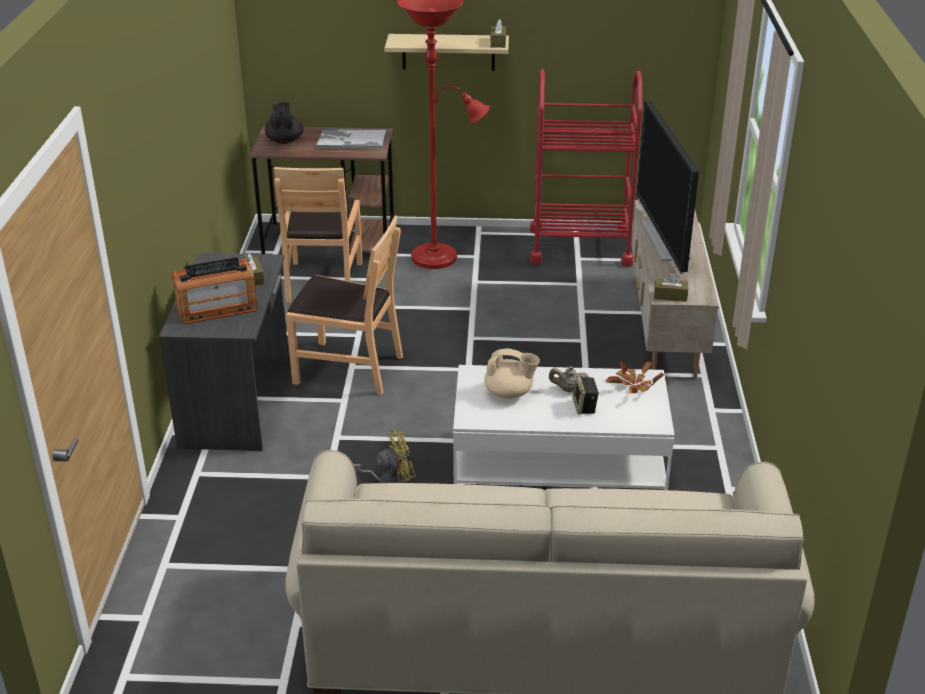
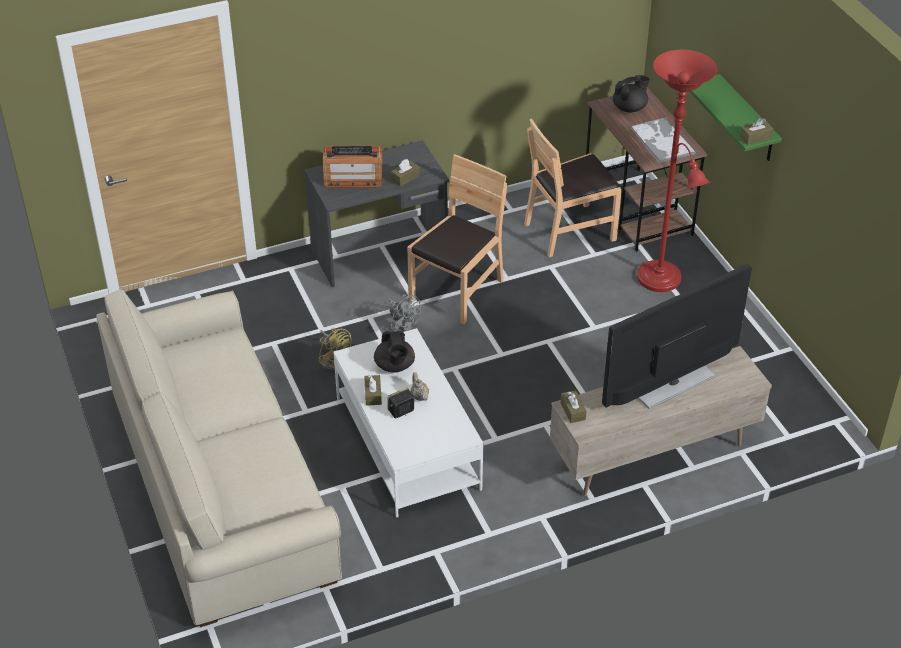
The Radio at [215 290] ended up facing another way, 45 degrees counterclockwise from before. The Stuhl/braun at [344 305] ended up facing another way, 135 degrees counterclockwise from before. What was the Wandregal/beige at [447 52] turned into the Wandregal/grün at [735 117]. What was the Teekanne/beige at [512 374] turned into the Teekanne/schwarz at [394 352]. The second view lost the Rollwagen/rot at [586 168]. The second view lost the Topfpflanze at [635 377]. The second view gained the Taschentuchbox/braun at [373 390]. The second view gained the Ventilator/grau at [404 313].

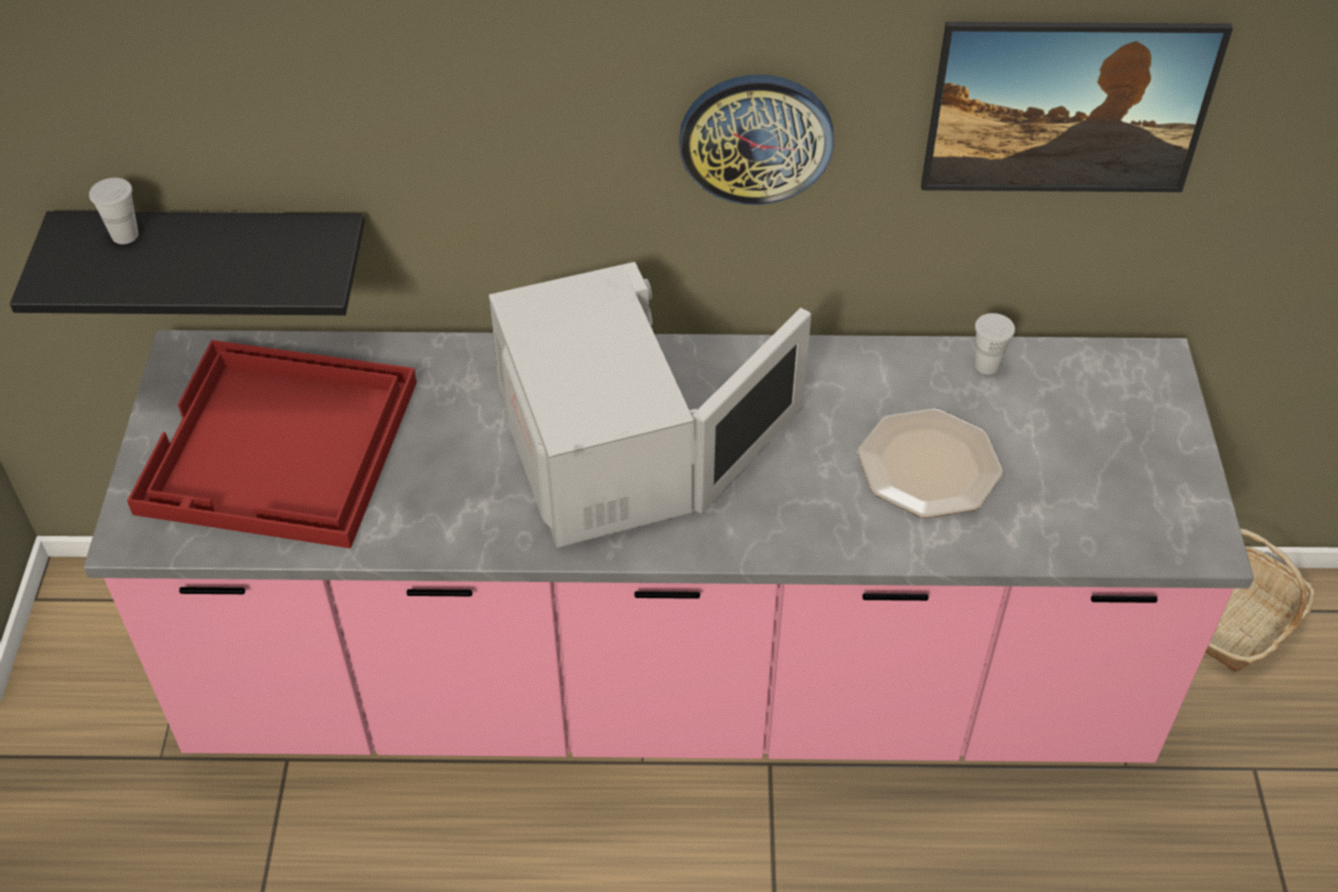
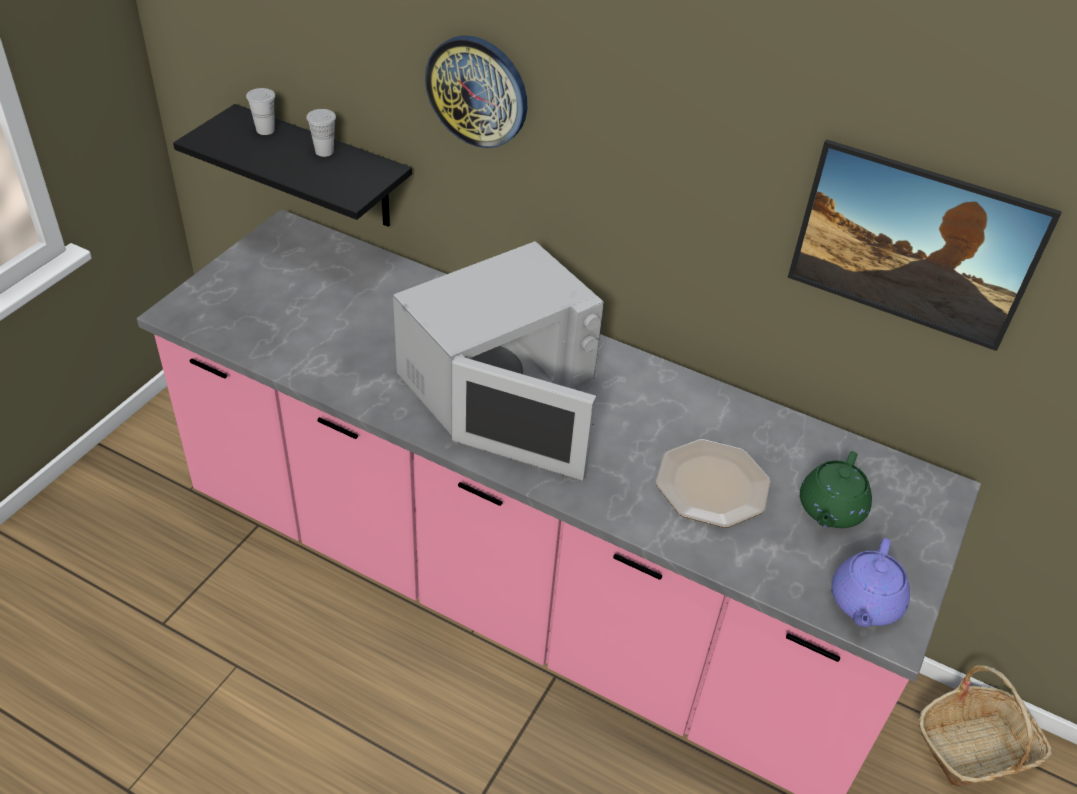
The second view lost the Tablett/rot at [272 444]. The Mikrowelle/weiß at [650 405] ended up facing another way, 45 degrees clockwise from before. The Wanduhr ended up elsewhere, having gone from [756 140] to [476 91]. The Tasse/weiß ended up elsewhere, having gone from [995 343] to [321 133]. The second view gained the Teekanne/grün at [836 489]. The second view gained the Teekanne/lila at [871 582].

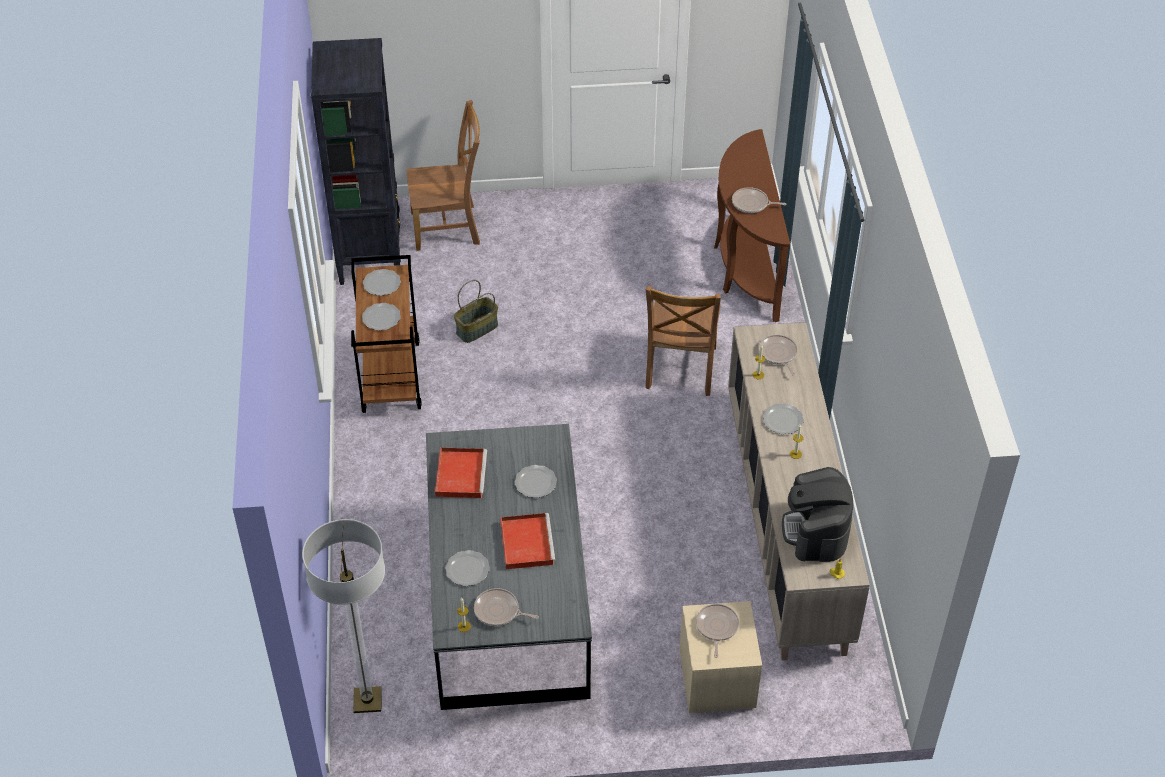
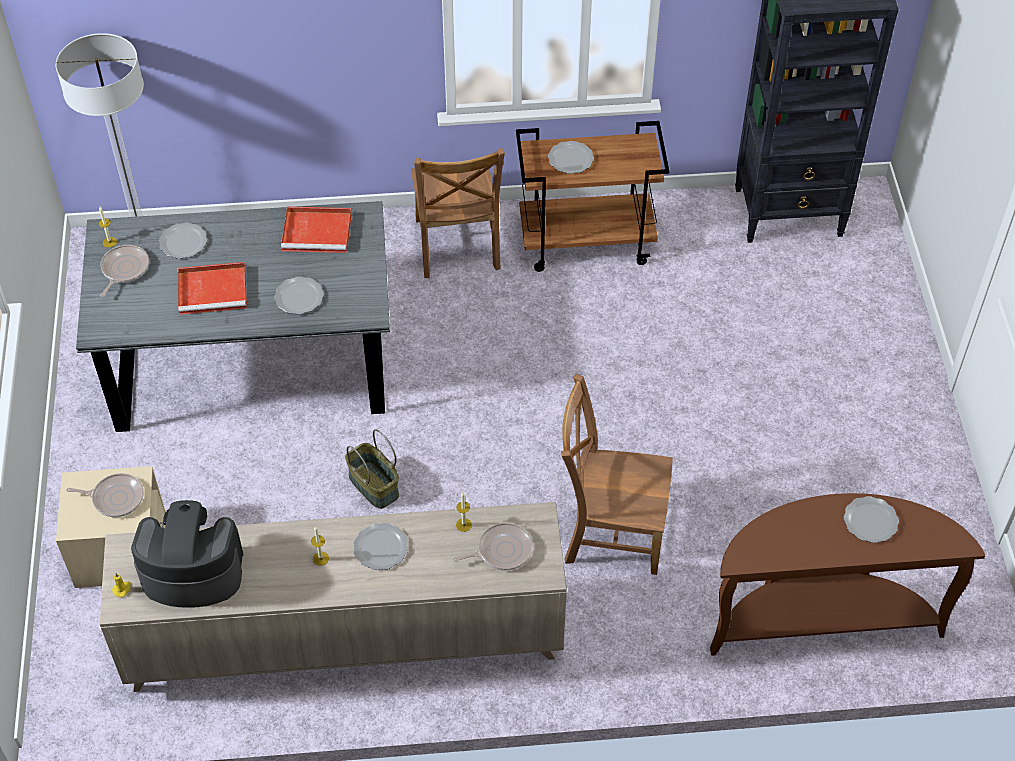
The Teller ended up elsewhere, having gone from [382 282] to [871 519]. The Stuhl/braun ended up elsewhere, having gone from [443 175] to [458 213]. The Korb ended up elsewhere, having gone from [476 311] to [372 469]. The second view lost the Pfanne at [759 200].

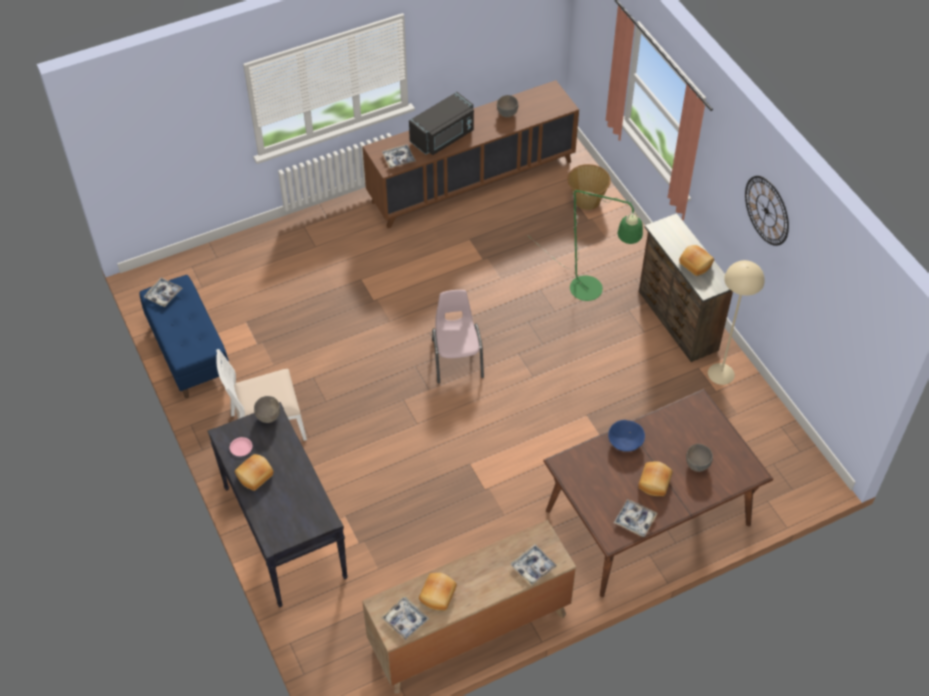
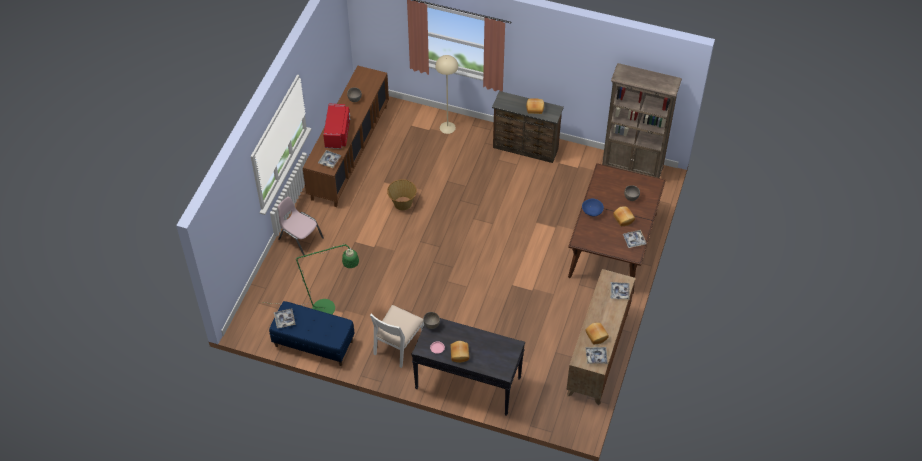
What was the Mikrowelle/schwarz at [441 123] turned into the Mikrowelle/rot at [336 126]. The Stuhl/rosa ended up elsewhere, having gone from [458 336] to [301 226]. The Stehlampe/grün ended up elsewhere, having gone from [587 245] to [310 279]. The Korb ended up elsewhere, having gone from [589 187] to [402 195]. The Stehlampe/beige ended up elsewhere, having gone from [736 322] to [446 94]. The second view lost the Wanduhr at [767 211]. The second view gained the Bücherregal/braun at [642 120].

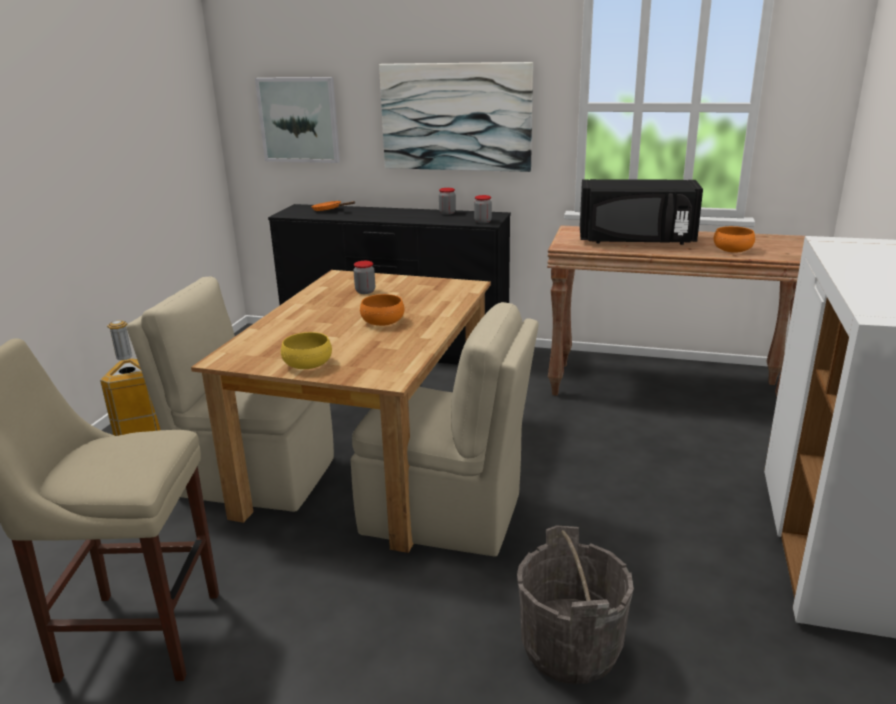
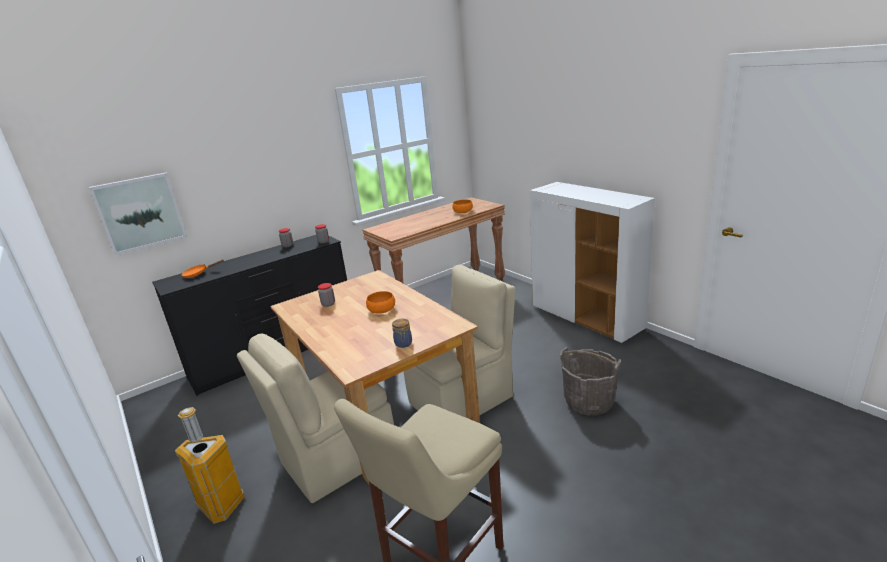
Where the Schüssel/gelb stood at [306 350], the Vorratsglas came to stand at [402 333]. The second view lost the Bild at [456 117]. The second view lost the Mikrowelle/schwarz at [641 212].

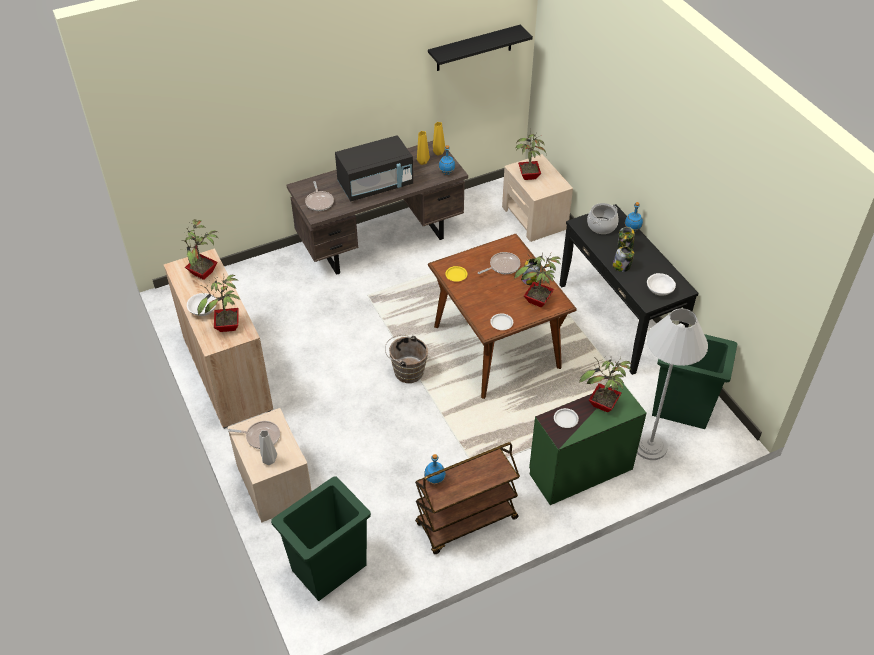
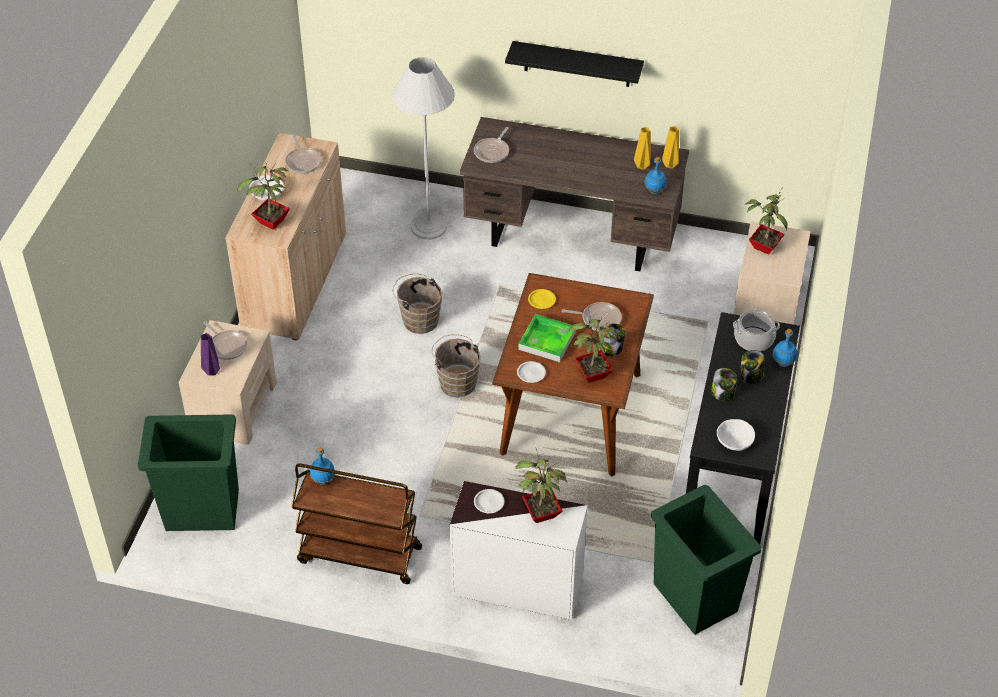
Where the Topfpflanze stood at [202 249], the Pfanne came to stand at [303 154]. What was the Vase/grau at [268 447] turned into the Vase/lila at [210 354]. The second view lost the Mikrowelle/schwarz at [374 168]. The Wandregal/schwarz ended up elsewhere, having gone from [480 47] to [574 64]. What was the Kommode/grün at [588 443] turned into the Kommode/weiß at [519 550]. The Stehlampe/weiß ended up elsewhere, having gone from [672 384] to [423 148]. The second view gained the Eimer/braun at [417 304]. The second view gained the Tablett at [547 338].

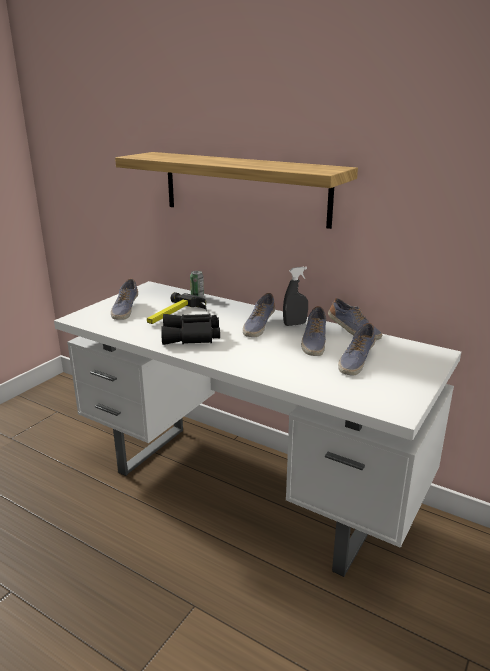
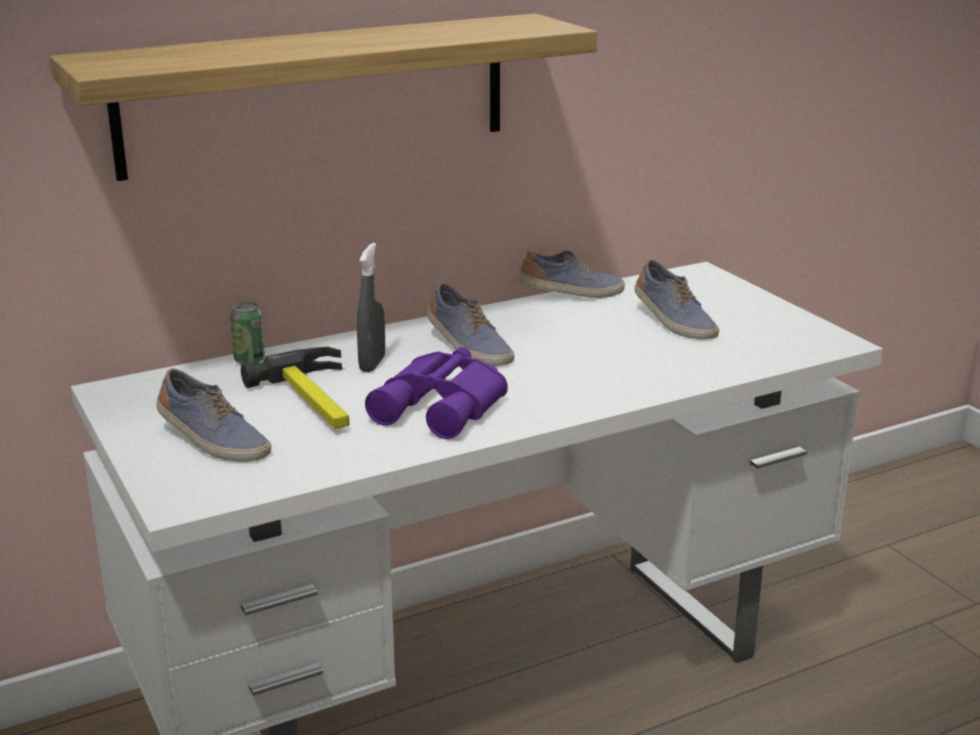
What was the Fernglas/schwarz at [190 329] turned into the Fernglas/lila at [436 393]. The Sprühflasche/grau ended up elsewhere, having gone from [295 296] to [371 307]. The second view lost the Schuh at [313 331].

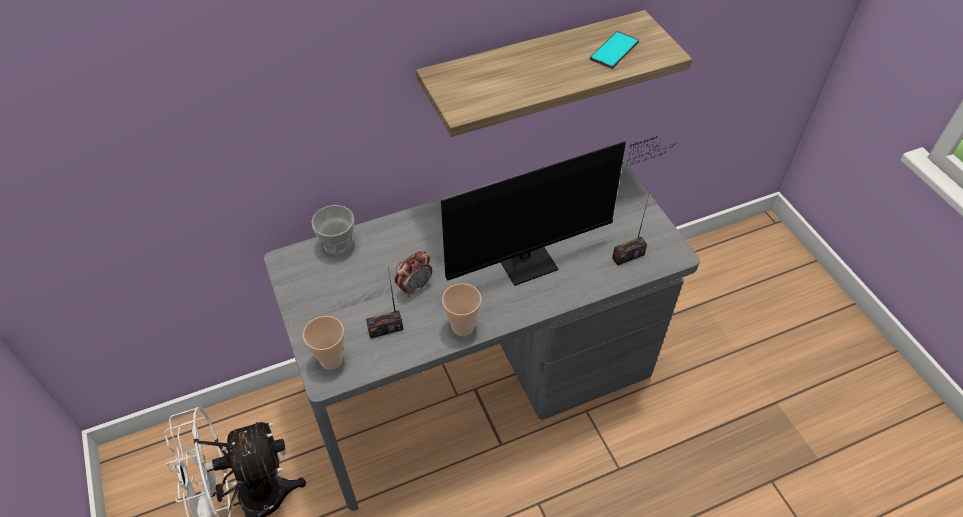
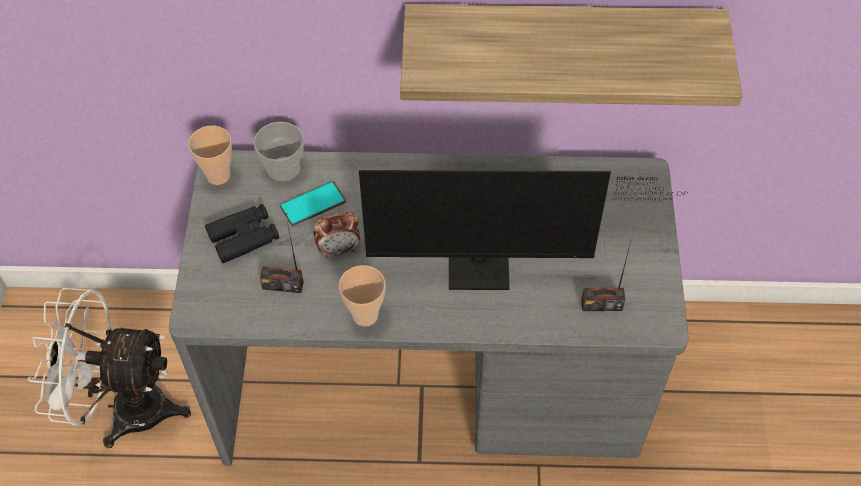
The Tasse ended up elsewhere, having gone from [324 343] to [210 155]. The Handy ended up elsewhere, having gone from [614 50] to [313 203]. The second view gained the Fernglas/schwarz at [242 233].

